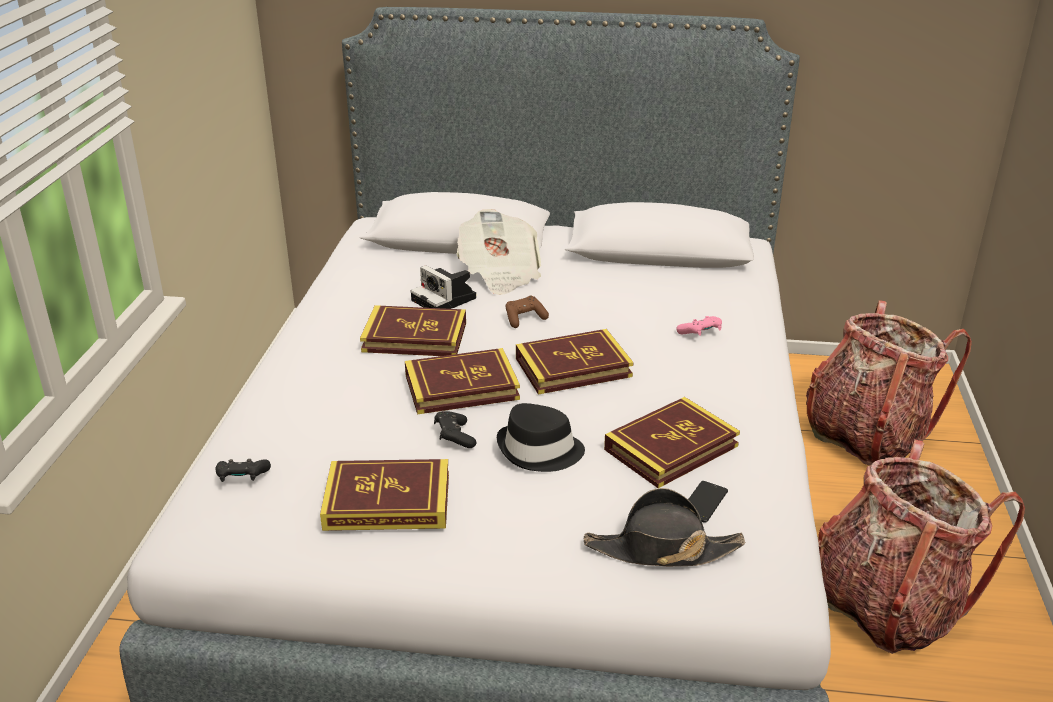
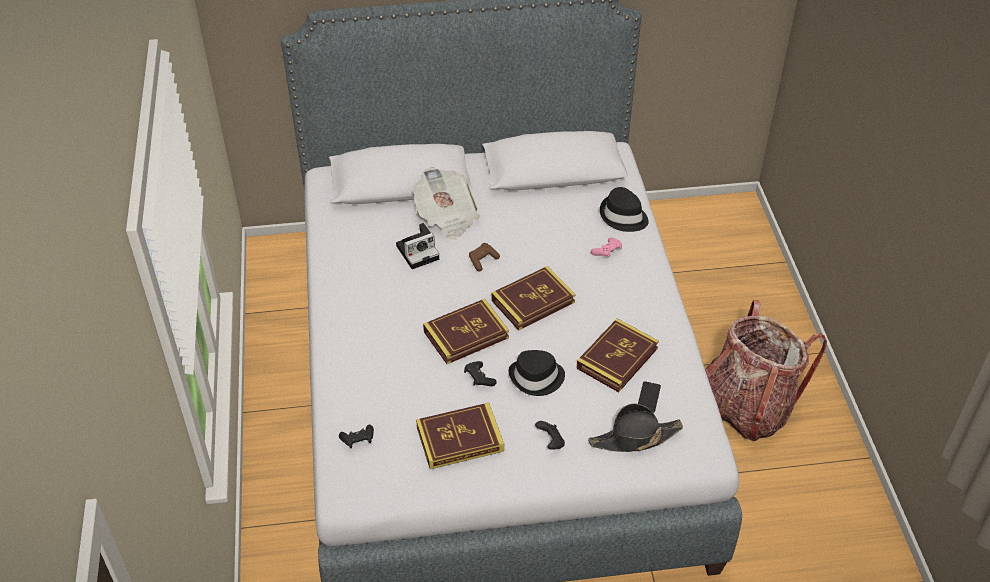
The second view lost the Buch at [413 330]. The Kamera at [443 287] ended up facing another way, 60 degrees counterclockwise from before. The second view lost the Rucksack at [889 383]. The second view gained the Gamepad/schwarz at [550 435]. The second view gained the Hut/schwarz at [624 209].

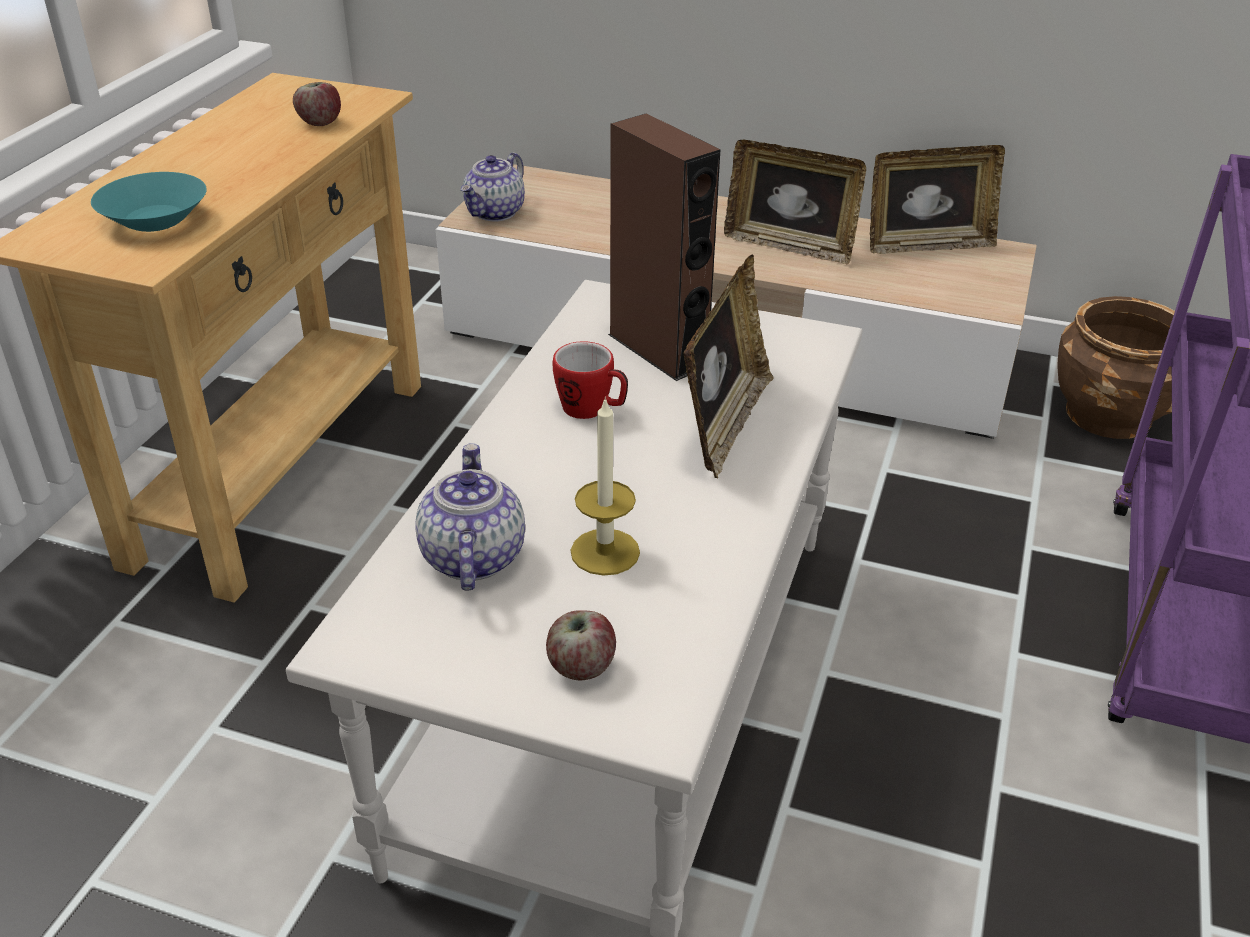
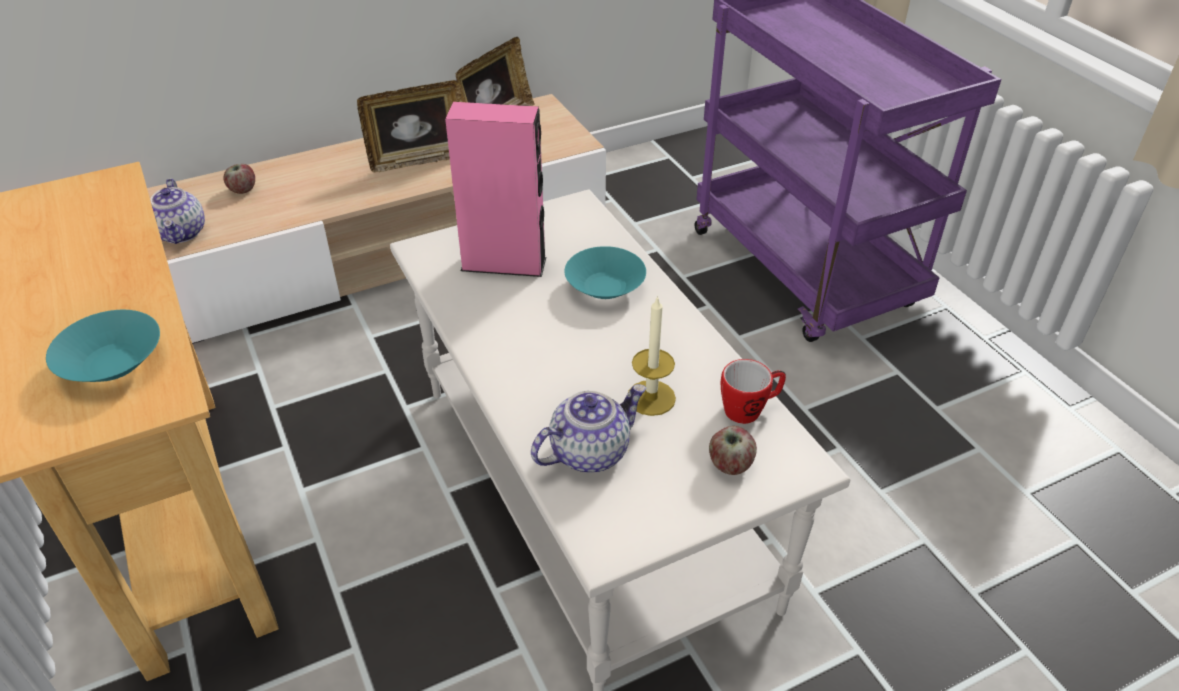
The Apfel ended up elsewhere, having gone from [317 104] to [239 179]. The Teekanne at [470 517] ended up facing another way, 105 degrees clockwise from before. The Henkelbecher ended up elsewhere, having gone from [590 380] to [753 391]. What was the Lautsprecher/braun at [664 247] turned into the Lautsprecher/rosa at [495 189]. Where the Bilderrahmen stood at [729 366], the Schüssel/türkis came to stand at [605 272]. The second view lost the Pflanzkübel/braun at [1116 367].

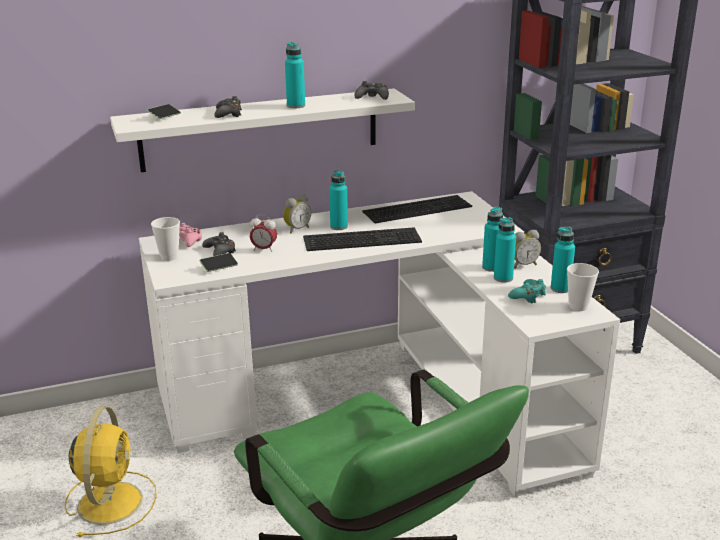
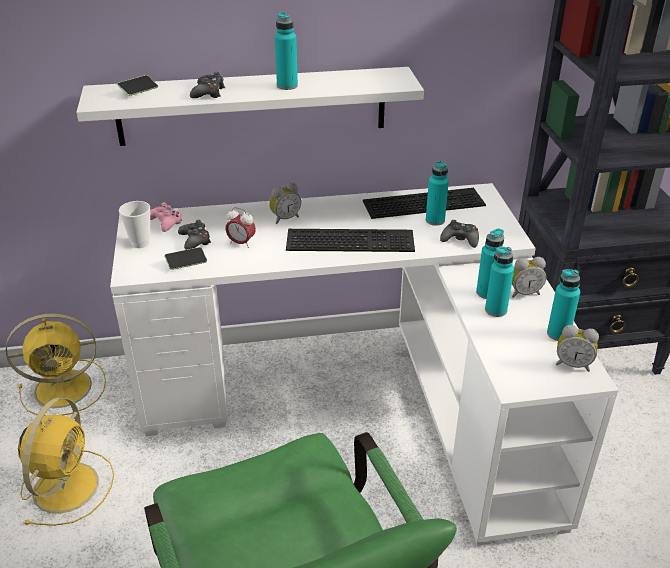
The Flasche/türkis ended up elsewhere, having gone from [338 200] to [437 193]. The Gamepad/schwarz ended up elsewhere, having gone from [371 90] to [459 234]. The second view lost the Gamepad/türkis at [527 291]. Where the Tasse stood at [583 287], the Wecker came to stand at [577 348]. The second view gained the Ventilator/gelb at [56 364].

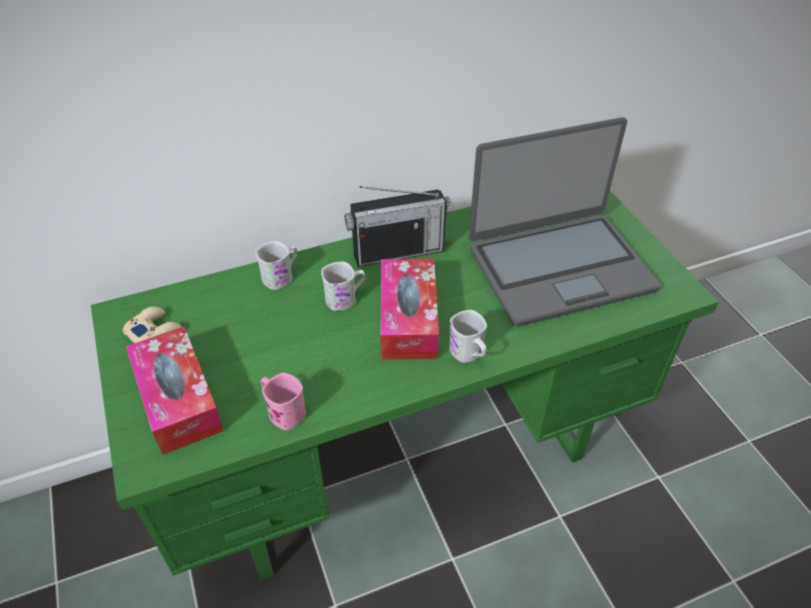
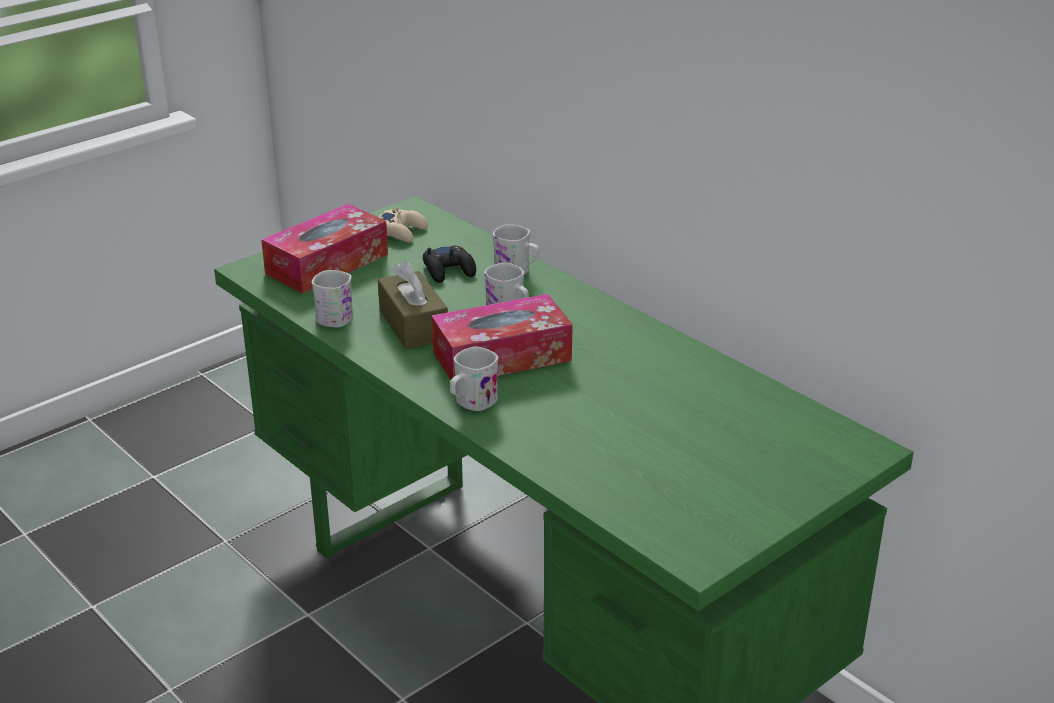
What was the Henkelbecher/rosa at [283 401] turned into the Henkelbecher/weiß at [332 298]. The second view lost the Radio at [398 226]. The second view lost the Laptop at [564 221]. The second view gained the Taschentuchbox/braun at [413 305]. The second view gained the Gamepad/schwarz at [449 264].

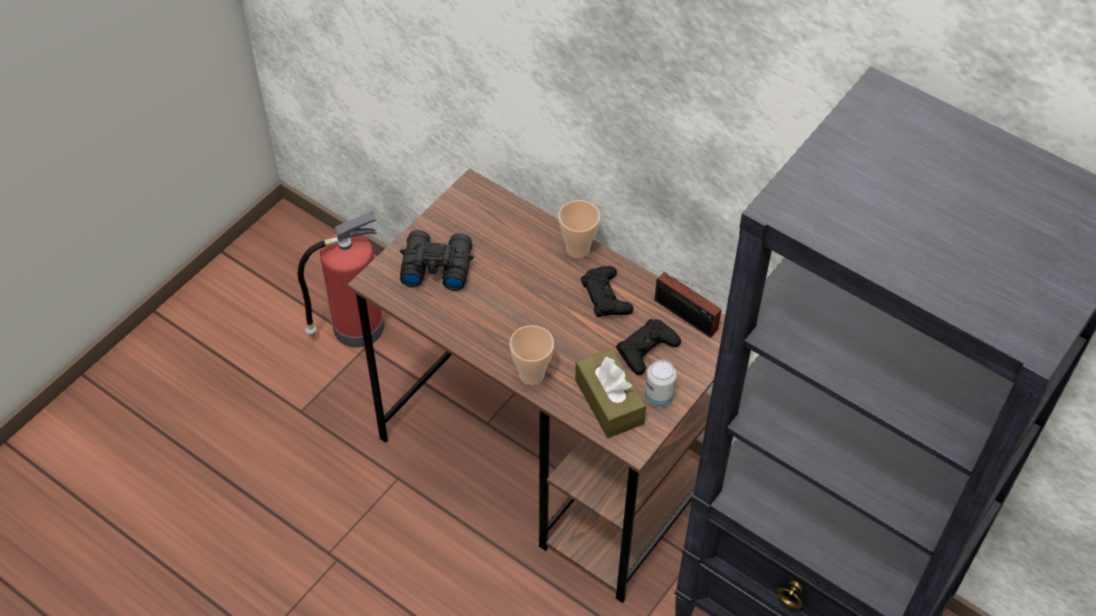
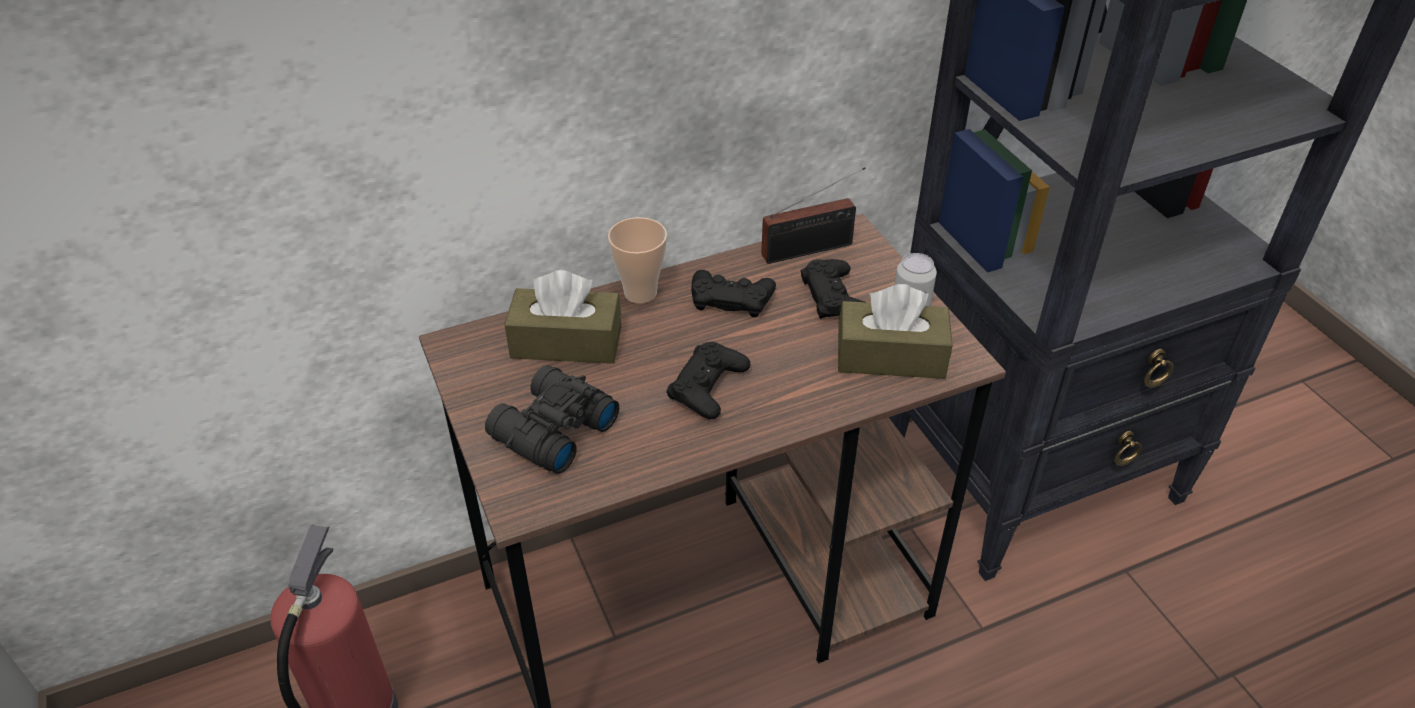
The second view lost the Tasse at [532 355]. The second view gained the Taschentuchbox/braun at [563 317]. The second view gained the Gamepad/schwarz at [708 380].

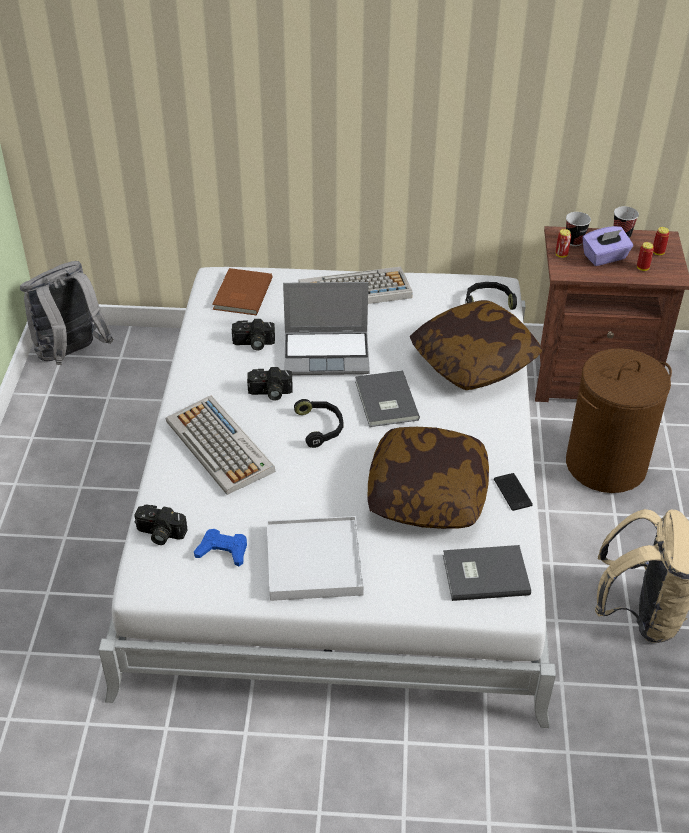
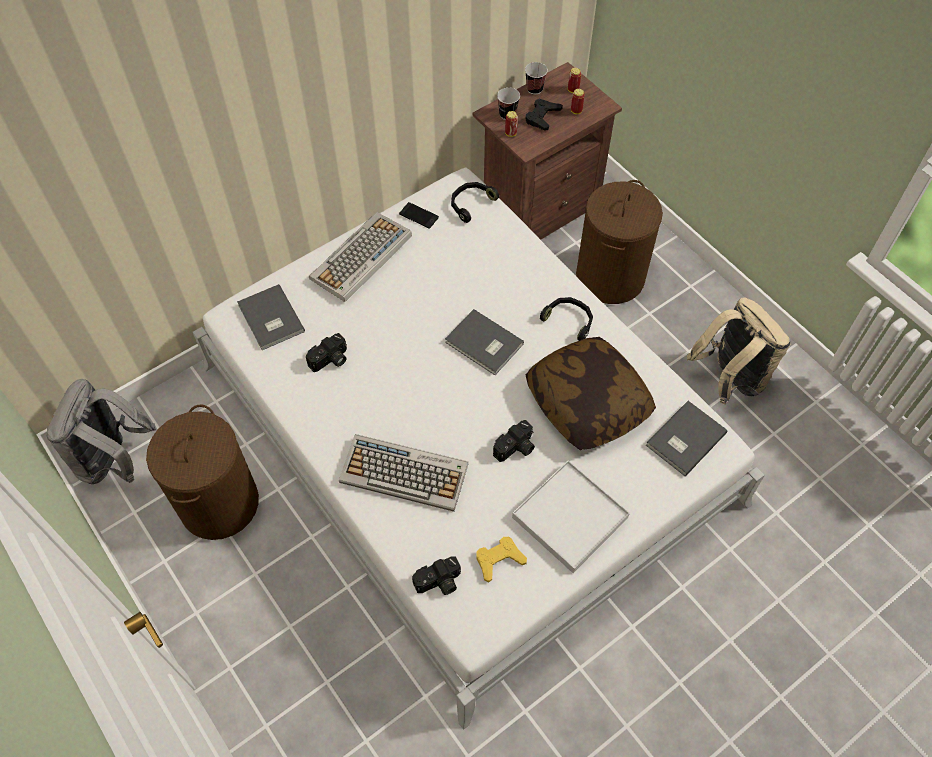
What was the Gamepad/blau at [220 547] turned into the Gamepad/gelb at [501 560]. What was the Buch/braun at [242 292] turned into the Buch/grau at [271 317]. The Kamera ended up elsewhere, having gone from [270 383] to [514 441]. The second view lost the Laptop at [326 328]. The Kopfhörer/schwarz ended up elsewhere, having gone from [319 423] to [566 319]. The second view lost the Kissen at [476 345]. The Handy ended up elsewhere, having gone from [513 492] to [419 215]. Where the Taschentuchbox/lila stood at [607 246], the Gamepad/schwarz came to stand at [544 115]. The second view gained the Wäschekorb/braun at [202 472].

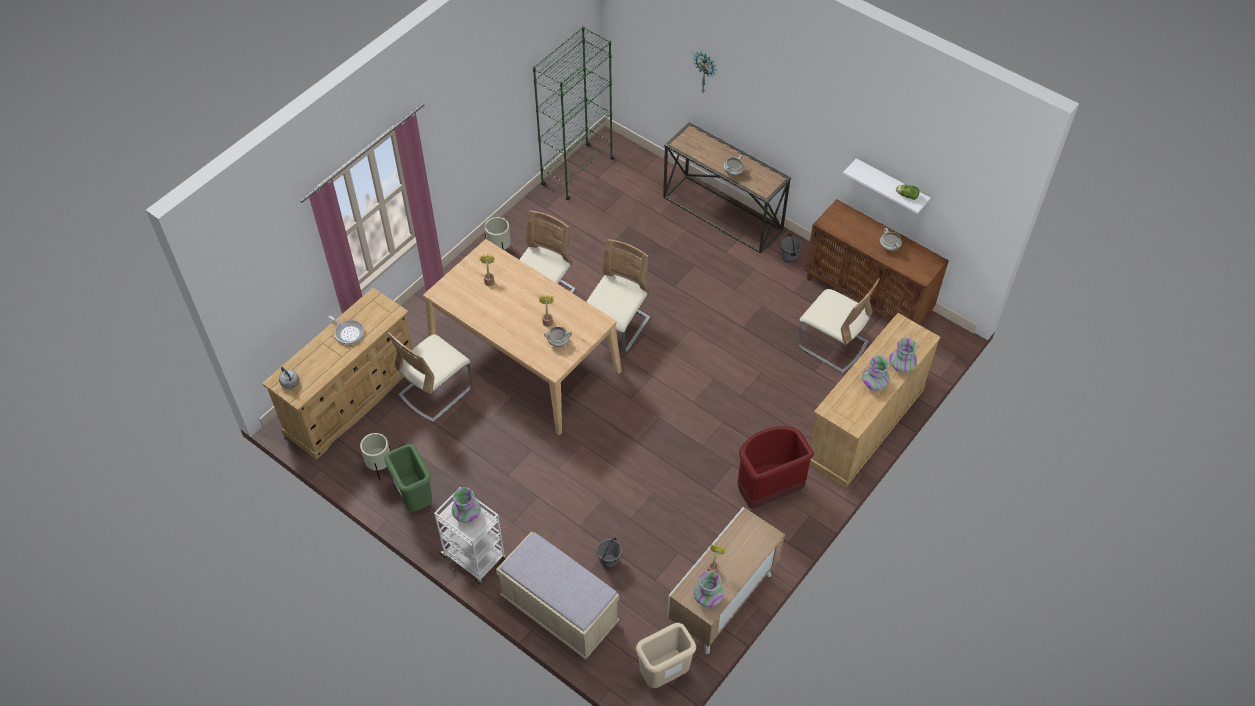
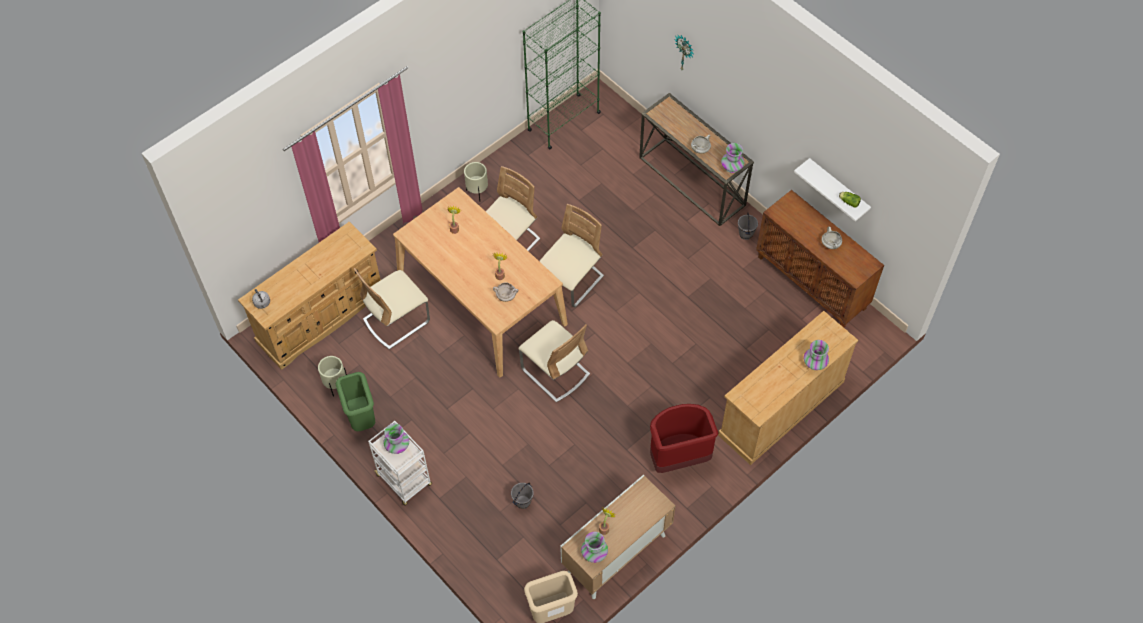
The second view lost the Pfanne at [346 330]. The second view lost the Bank/beige at [557 595]. The Stuhl/beige ended up elsewhere, having gone from [839 325] to [554 361]. The Vase ended up elsewhere, having gone from [876 373] to [732 158].

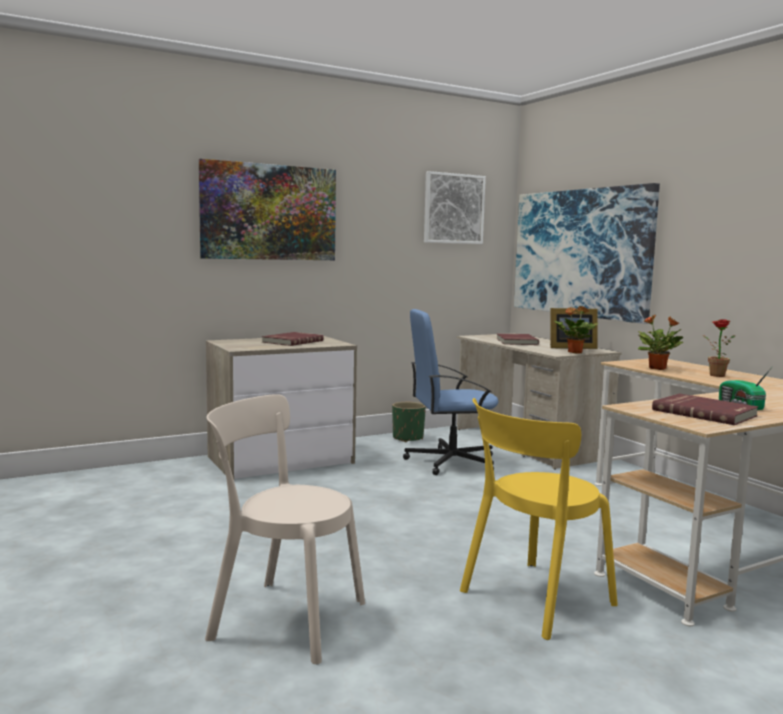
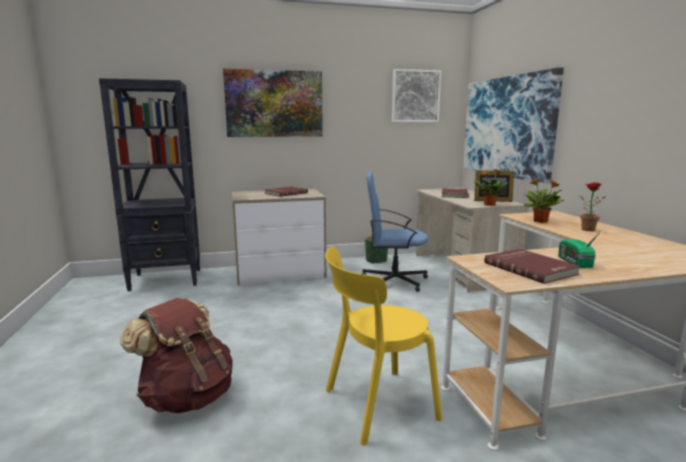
Where the Stuhl/beige stood at [285 529], the Rucksack/braun came to stand at [176 355]. The second view gained the Bücherregal/schwarz at [149 184].

